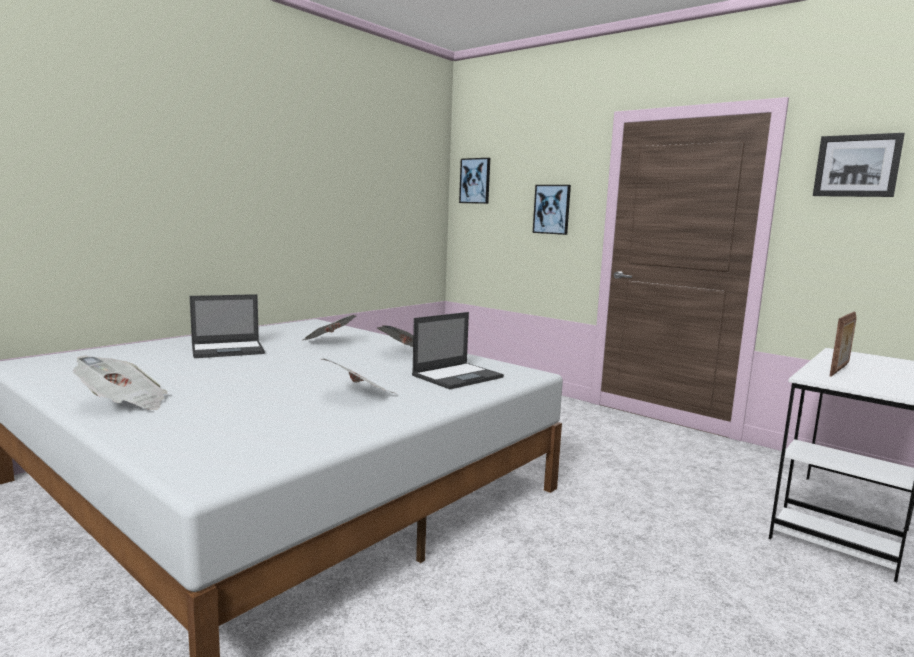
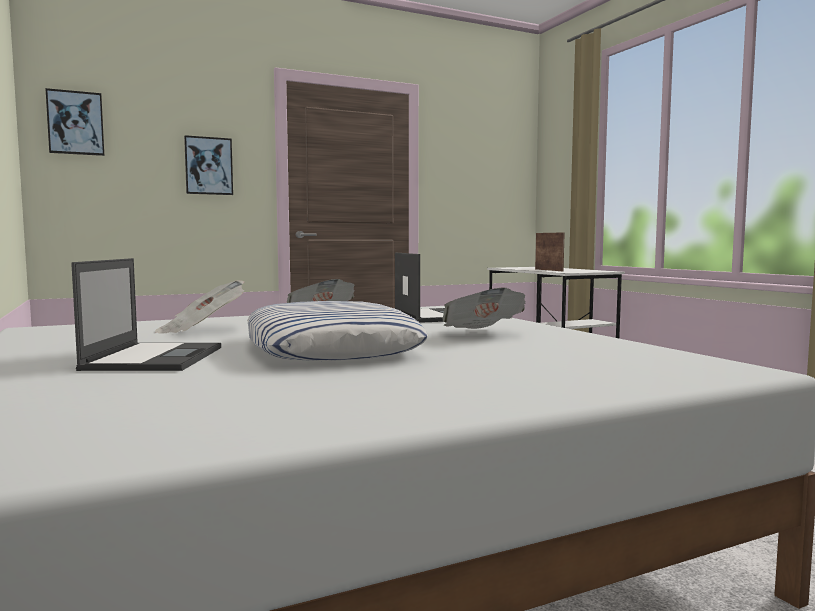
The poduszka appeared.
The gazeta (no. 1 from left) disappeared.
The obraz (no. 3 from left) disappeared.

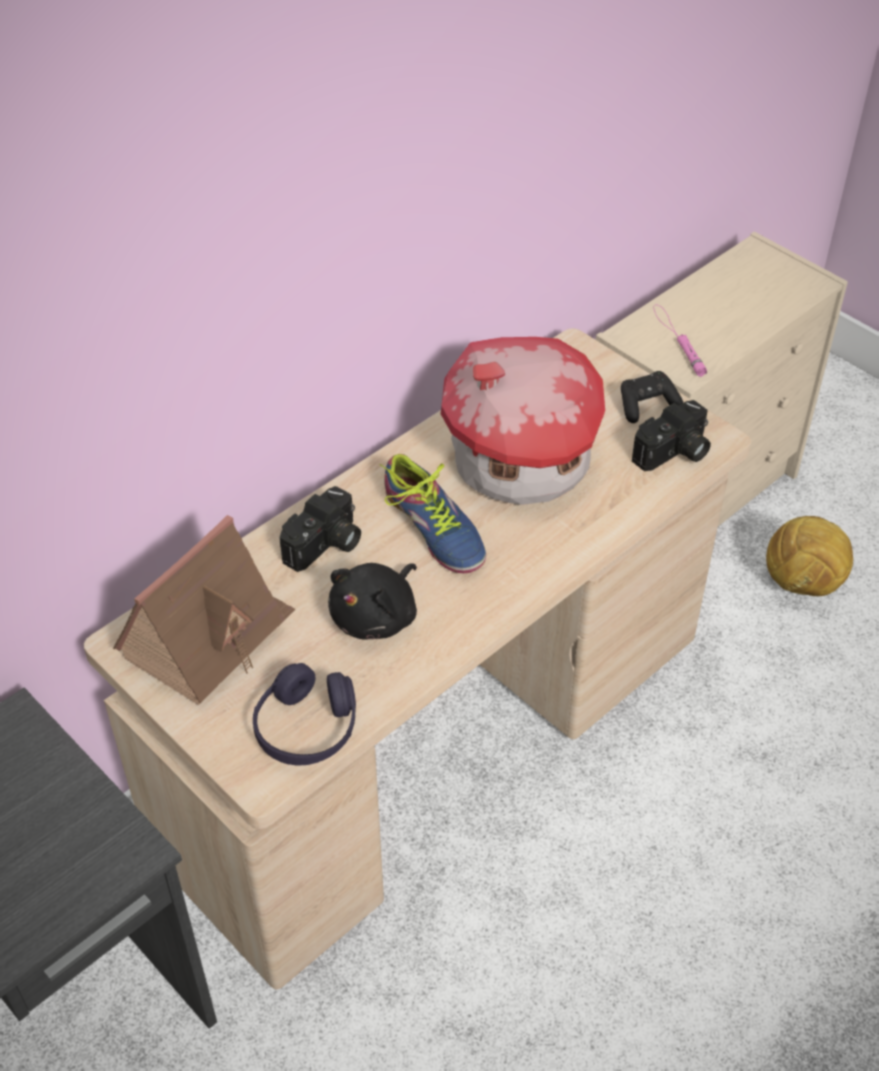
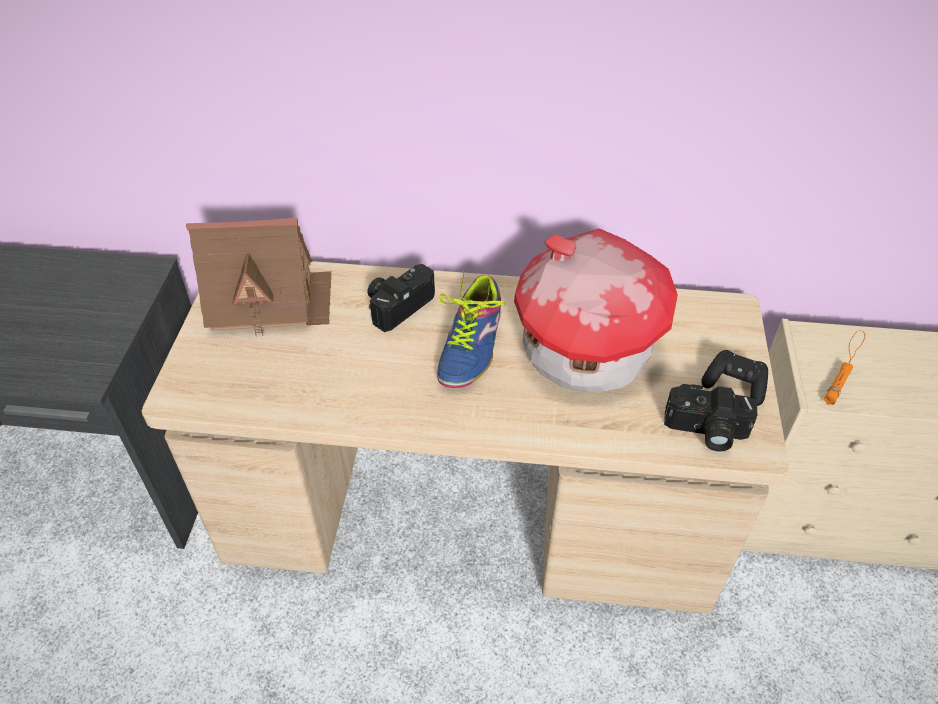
The aparat fotograficzny (no. 1 from left) turned 135 degrees clockwise.
The latarka/różowy became the latarka/pomarańczowy.
The słuchawki/fioletowy disappeared.
The pluszak/czarny disappeared.
The piłka futbolowa disappeared.

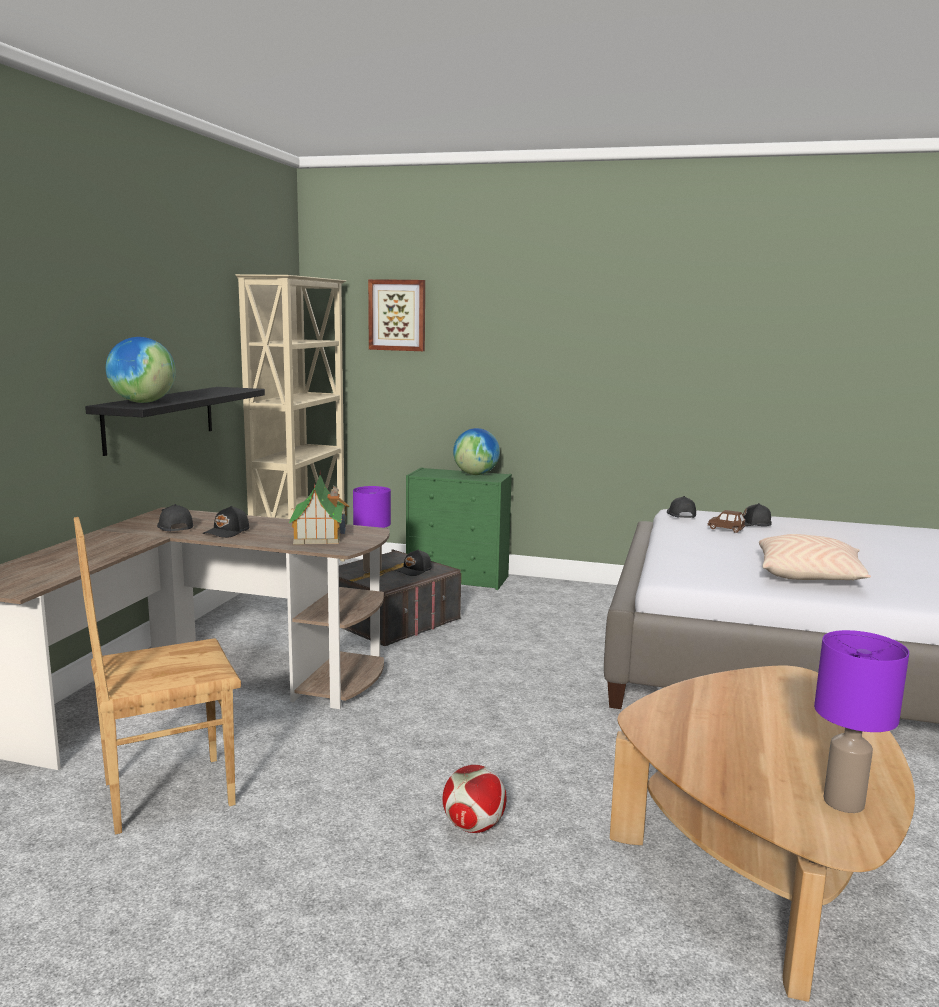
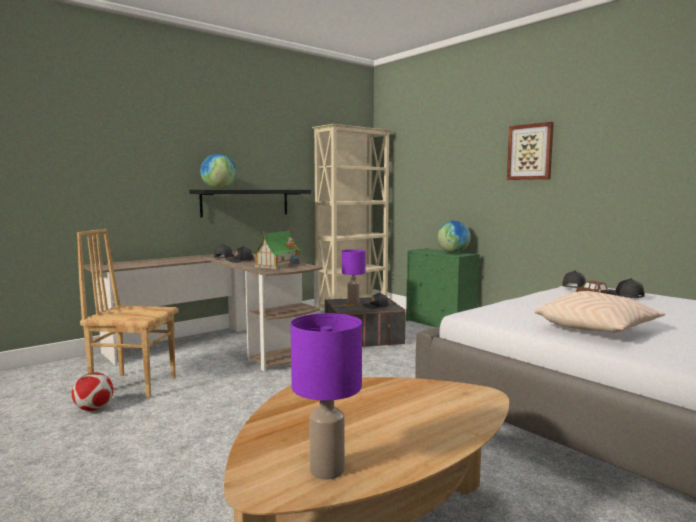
The piłka futbolowa moved.
The obraz moved.

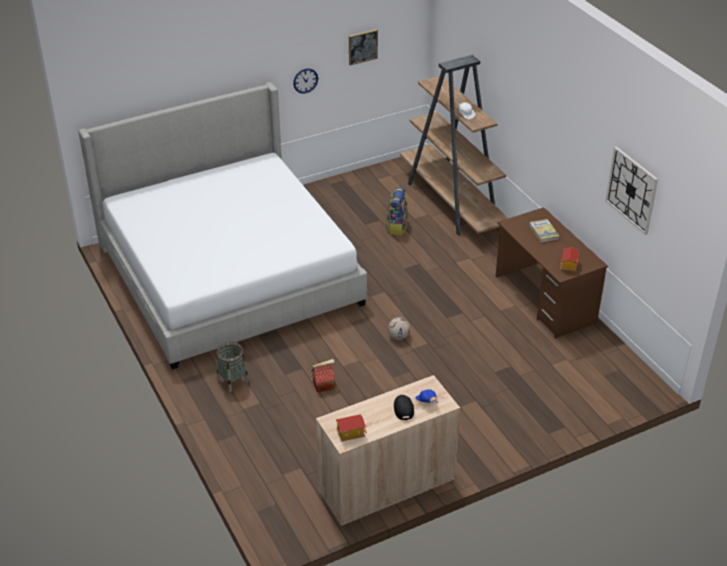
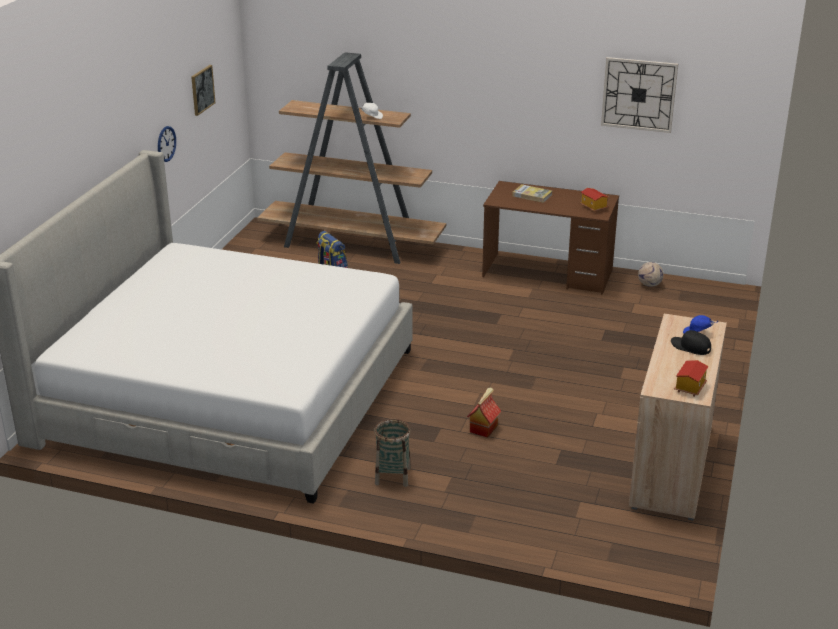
The piłka futbolowa moved.

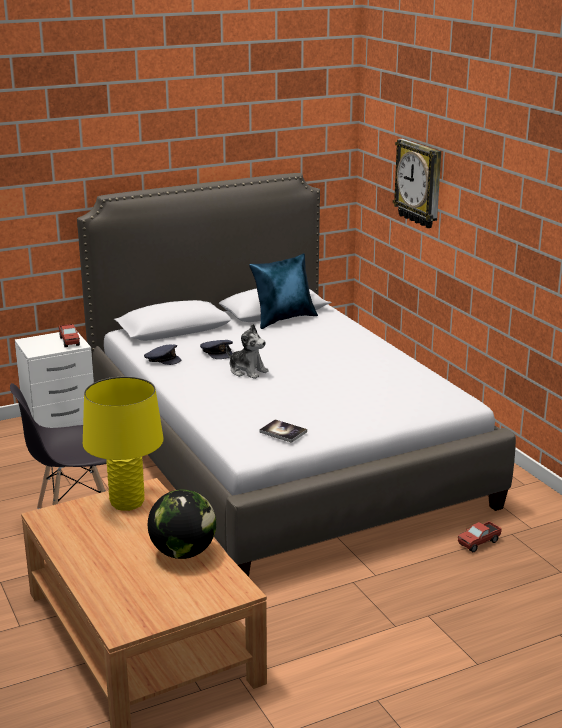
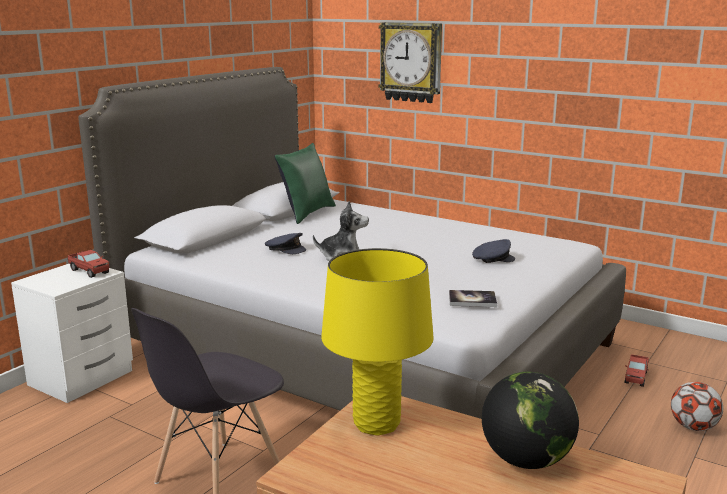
The poduszka/niebieski became the poduszka/zielony.
The czapka z daszkiem/szary (no. 1 from left in the first image) moved.
The piłka futbolowa appeared.

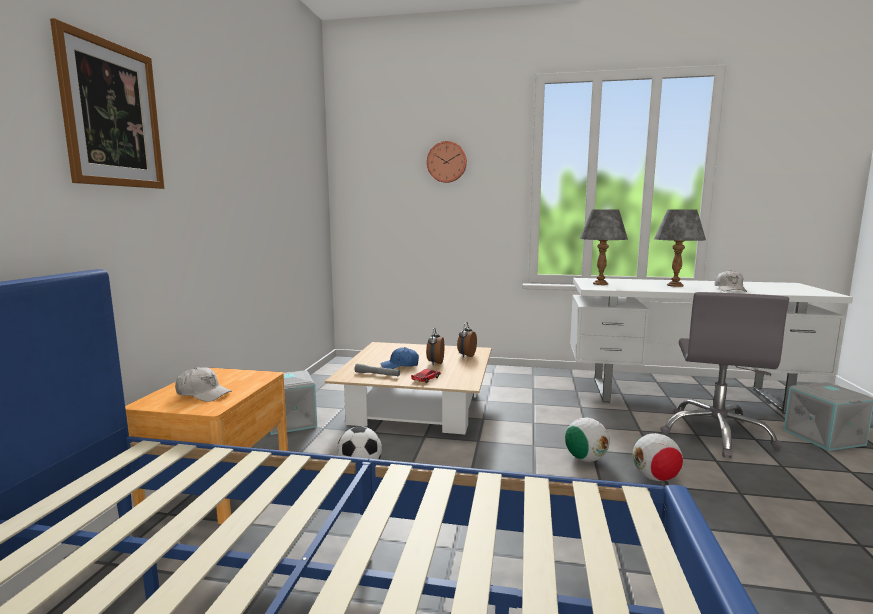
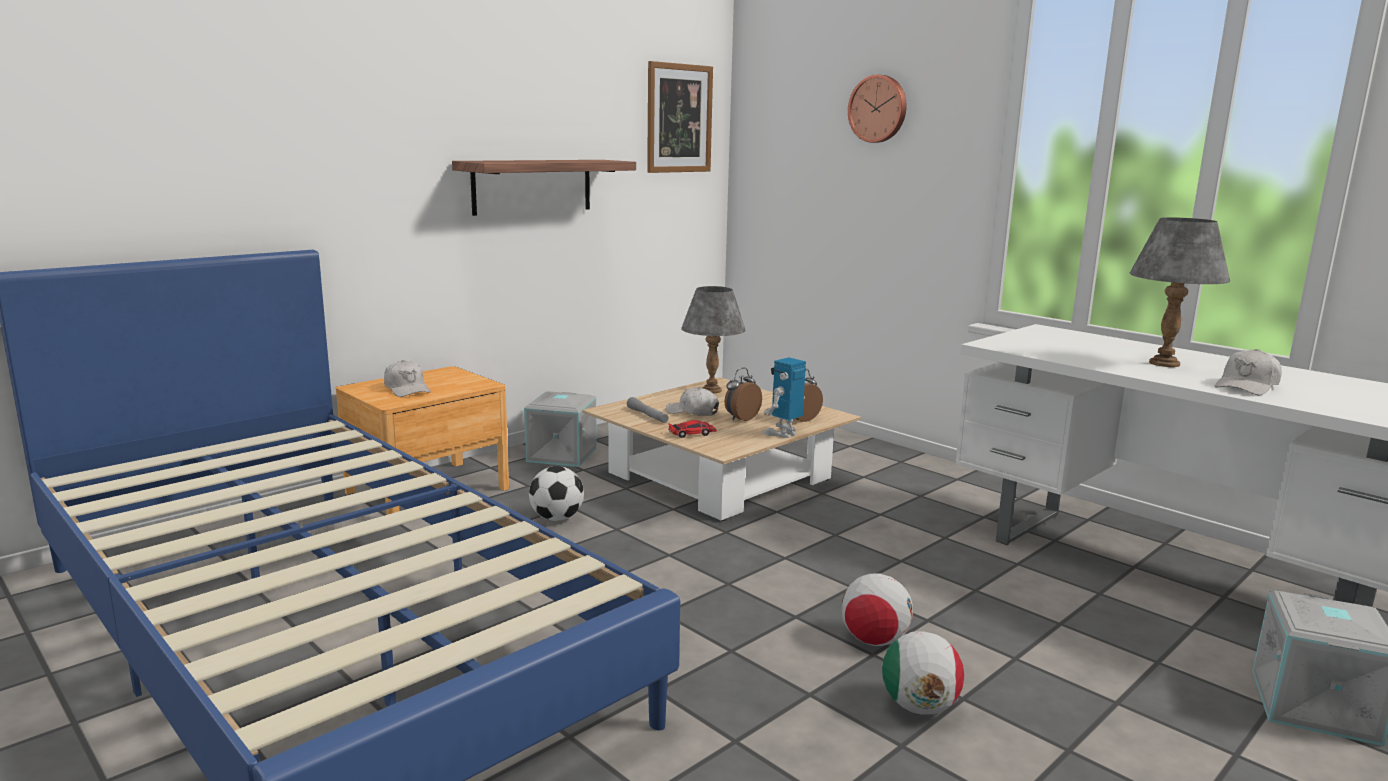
The półka appeared.
The obraz moved.
The czapka z daszkiem/niebieski became the czapka z daszkiem/biały (no. 2 from left).
The lampa stołowa/szary (no. 1 from left) moved.
The robot zabawkowy appeared.
The piłka futbolowa (no. 2 from left in the first image) moved.
The krzesło biurowe/szary disappeared.

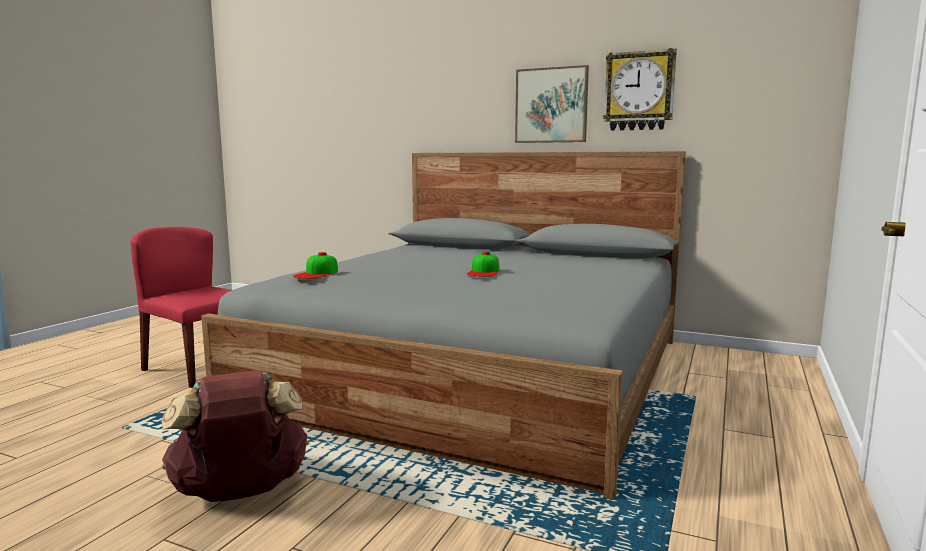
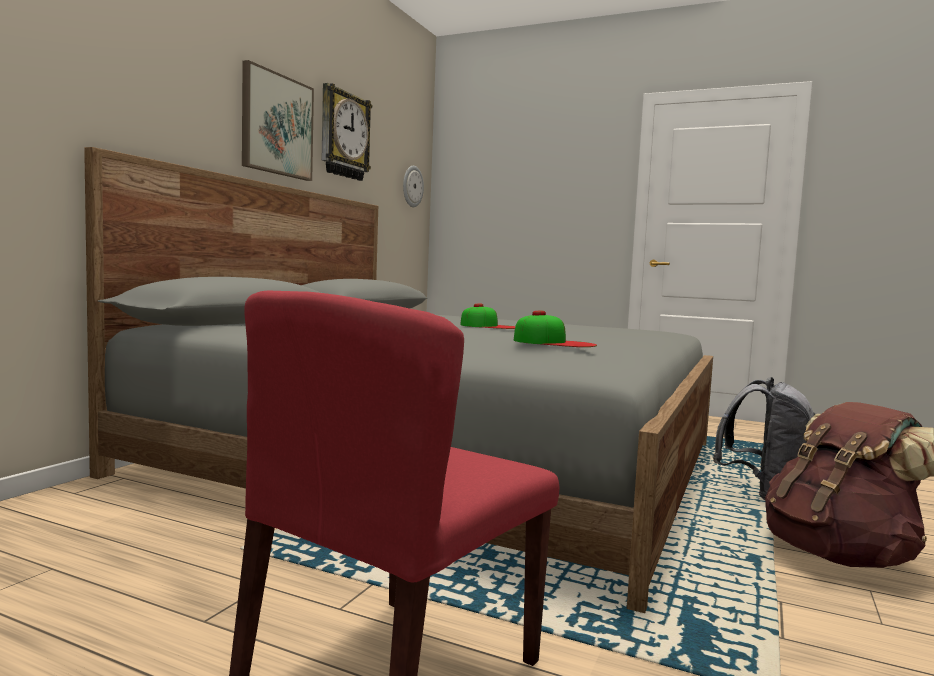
The zegar ścienny (no. 2 from left) appeared.
The plecak/szary appeared.

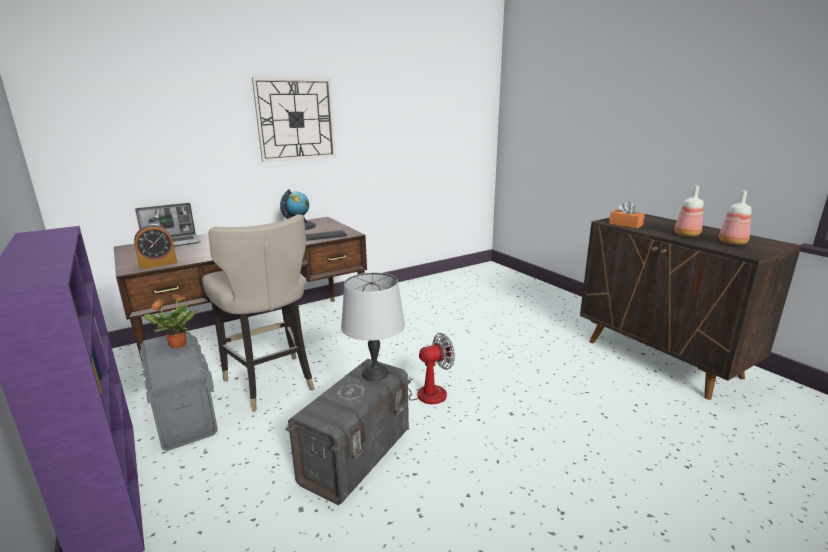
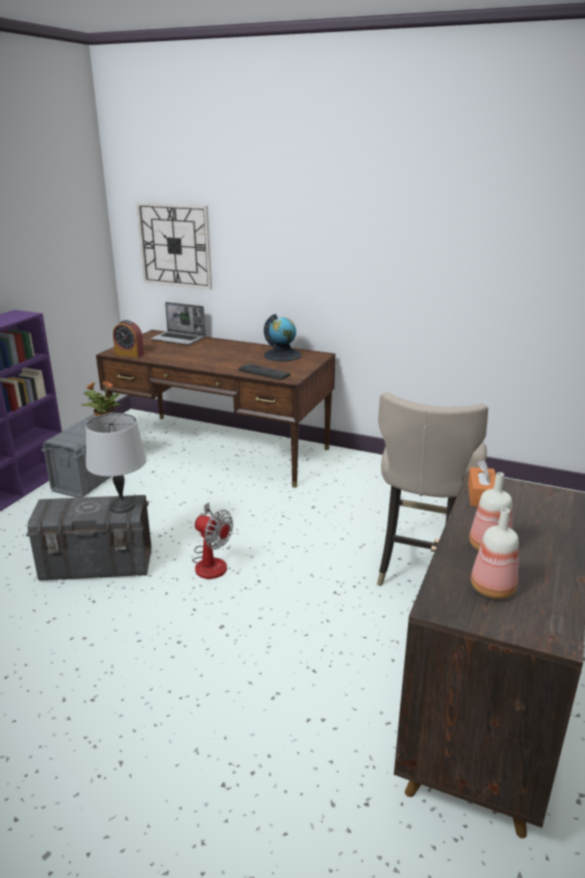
The zegar ścienny moved.
The stołek/beżowy moved.

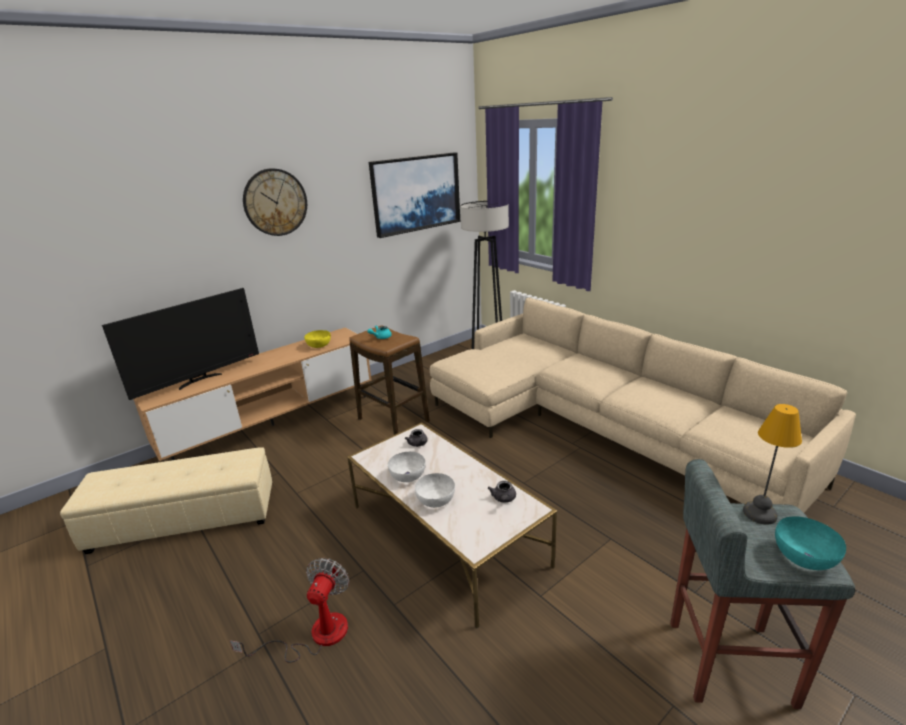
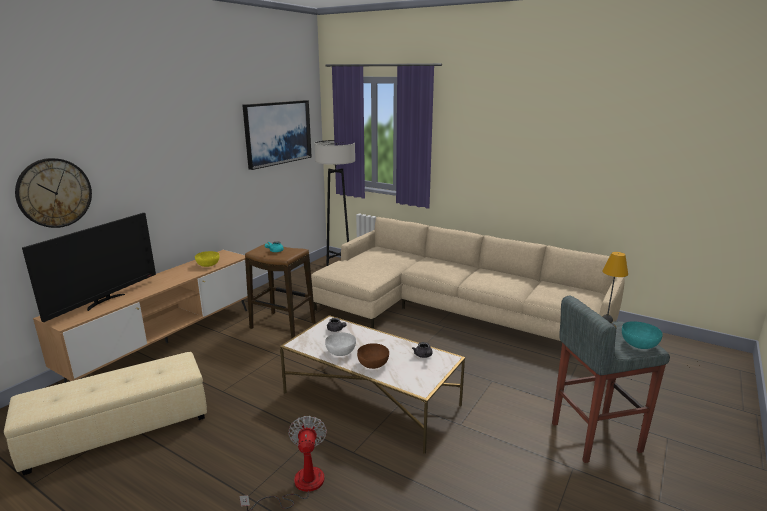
The zegar ścienny moved.
The miska/biały (no. 2 from left) became the miska/brązowy.

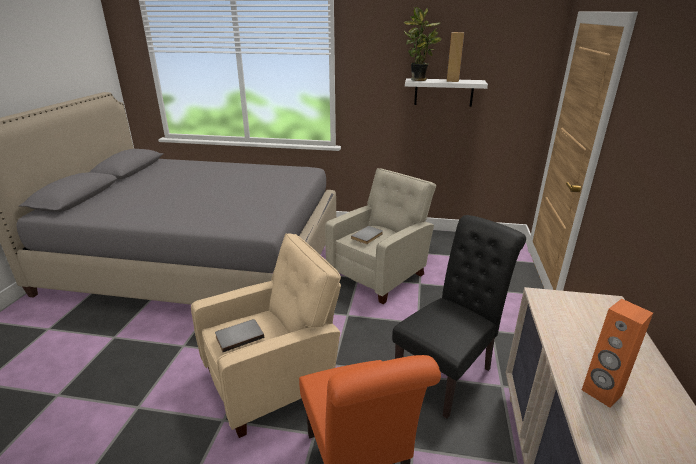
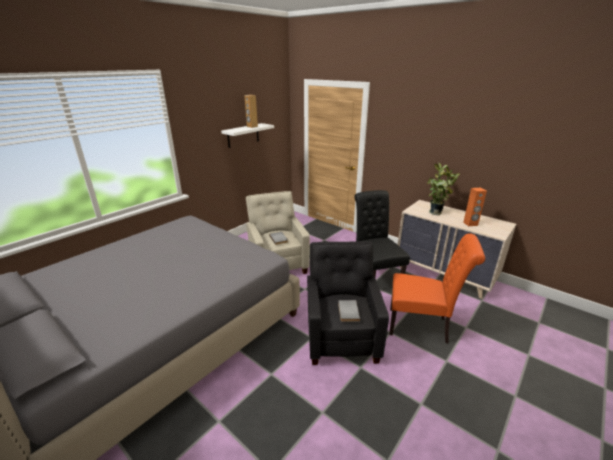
The fotel/beżowy (no. 1 from left) became the fotel/czarny.
The roślina doniczkowa moved.

